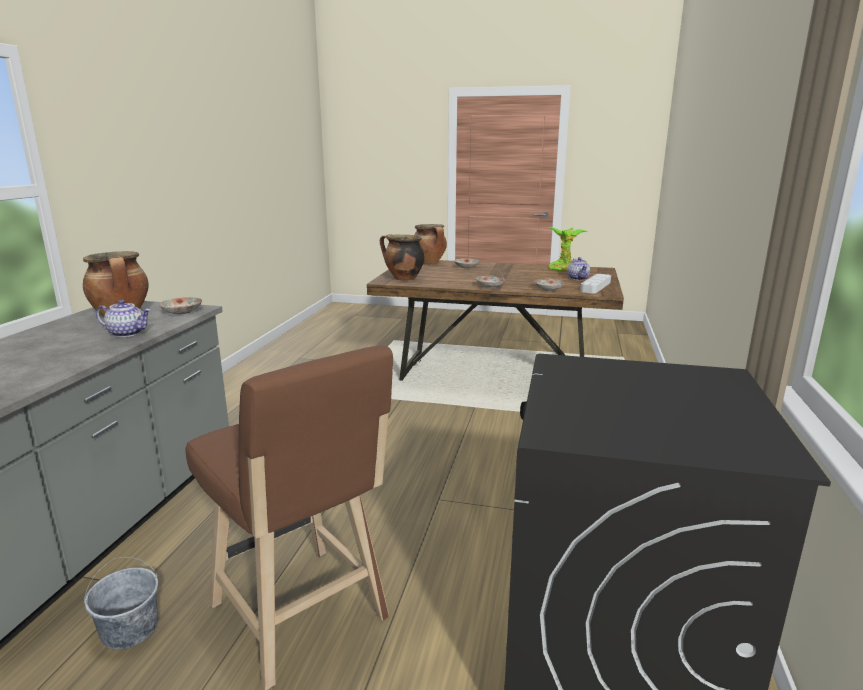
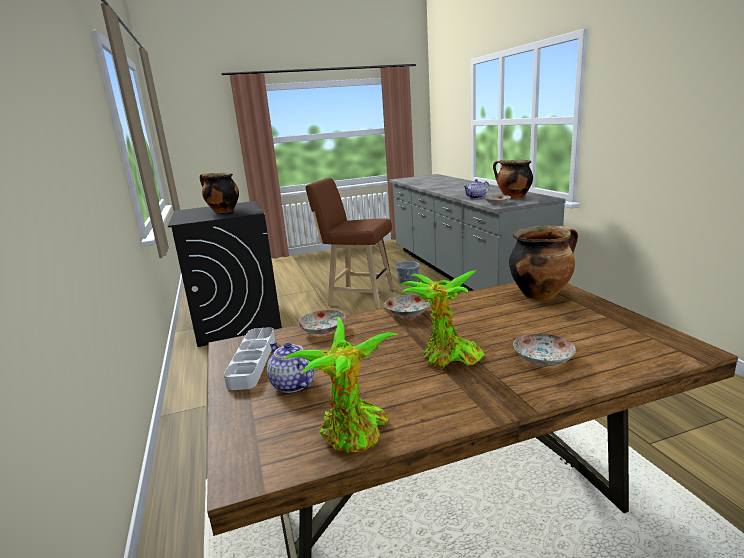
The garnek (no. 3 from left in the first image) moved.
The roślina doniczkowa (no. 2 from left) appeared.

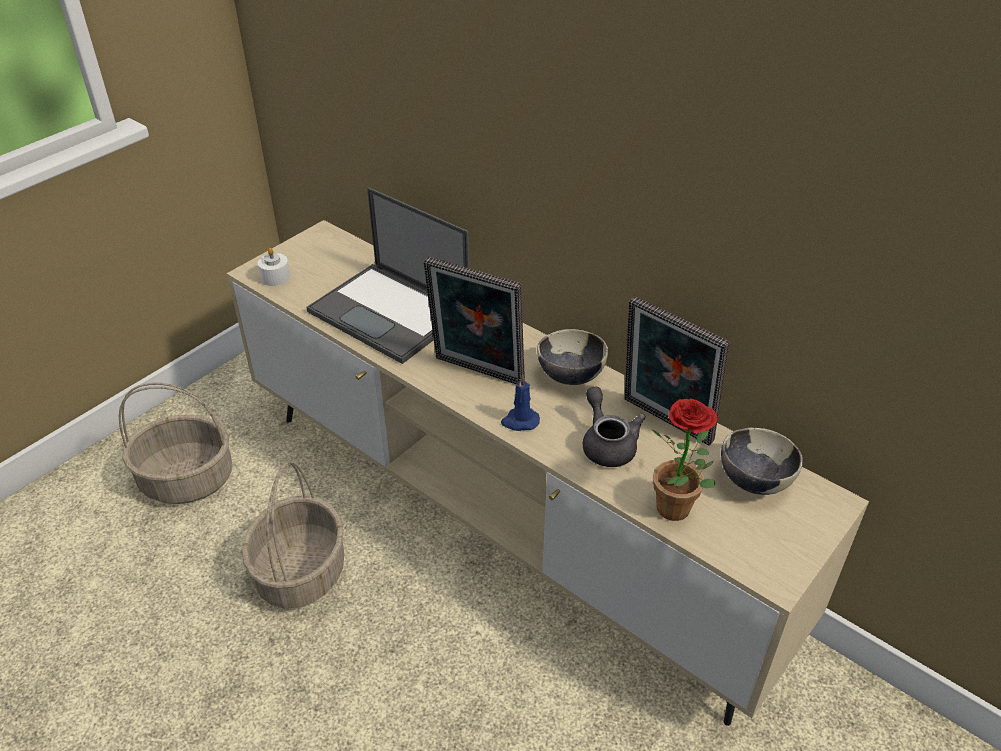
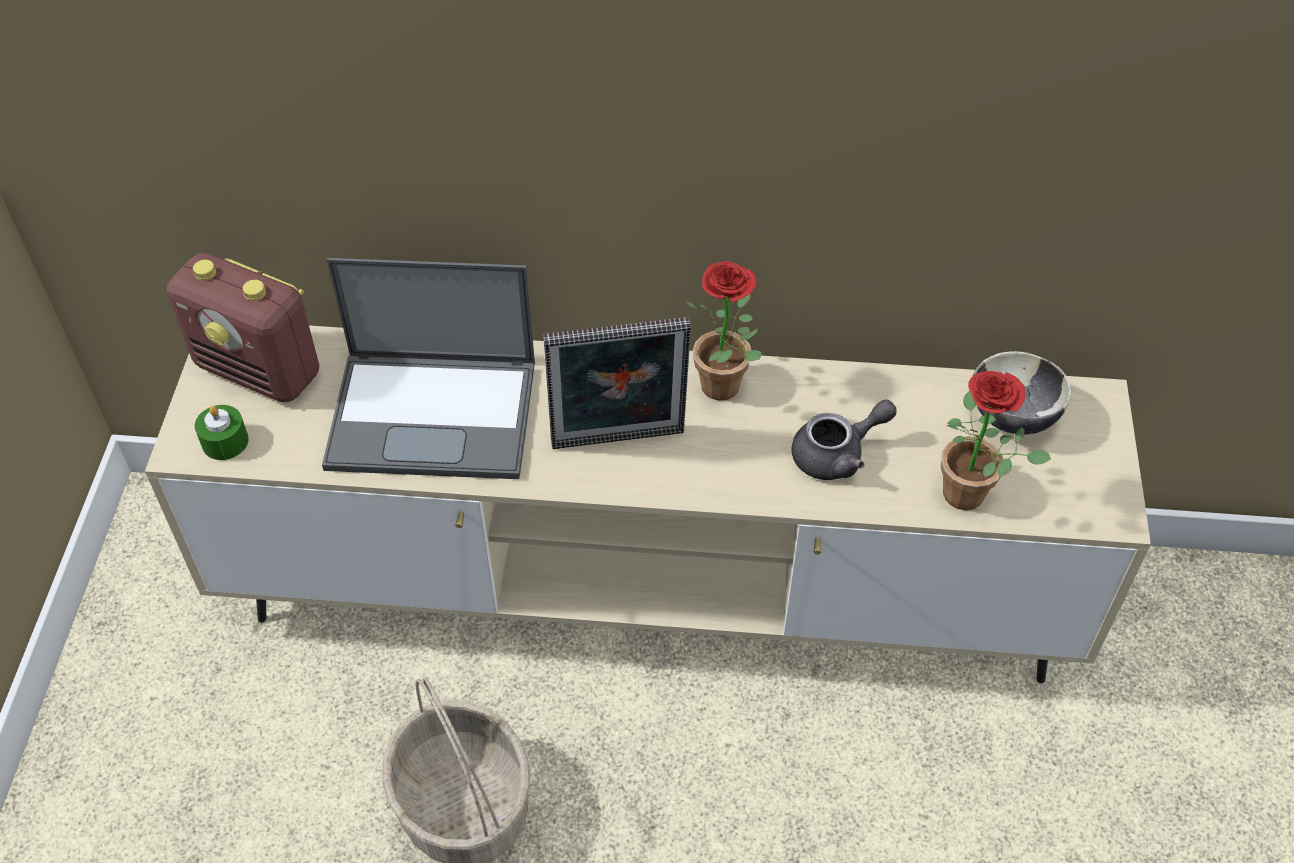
The radio appeared.
The świeca/biały became the świeca/zielony.
The miska (no. 1 from left) was replaced by the roślina doniczkowa (no. 1 from left).
The imbryk/szary turned 120 degrees clockwise.
The koszyk (no. 1 from left) disappeared.
The świeca/niebieski disappeared.
The ramka na zdjęcie (no. 2 from left) disappeared.

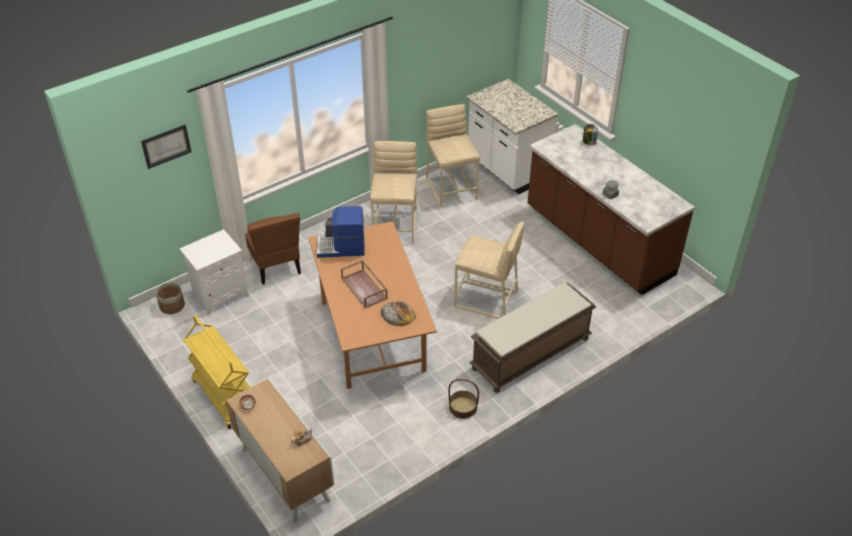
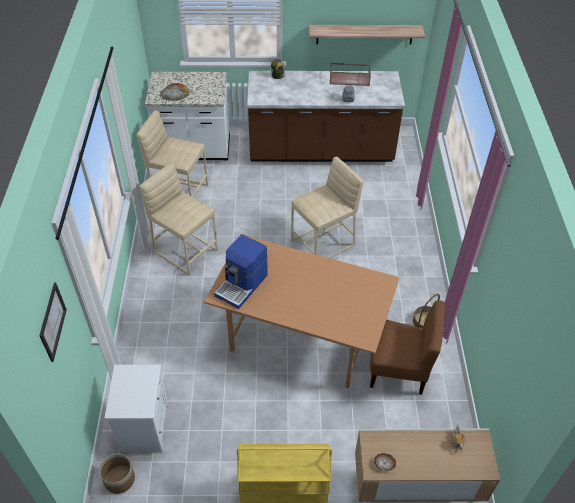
The chleb moved.
The półka appeared.
The taca/brązowy moved.
The krzesło/brązowy moved.
The ławka/brązowy disappeared.

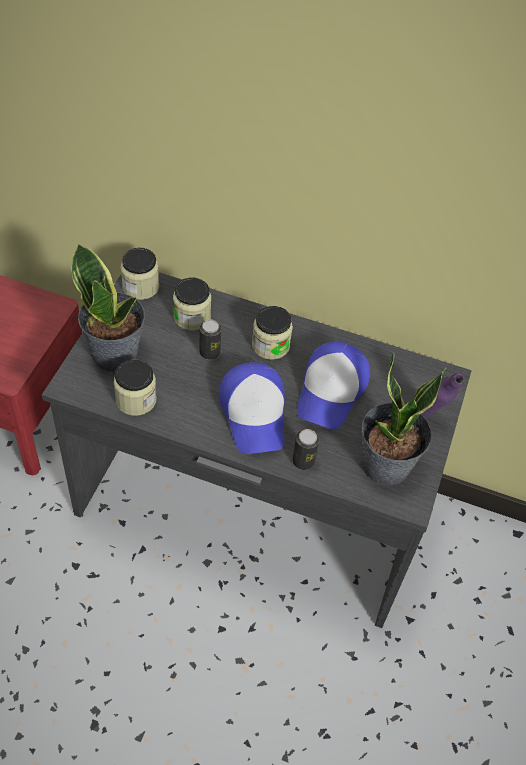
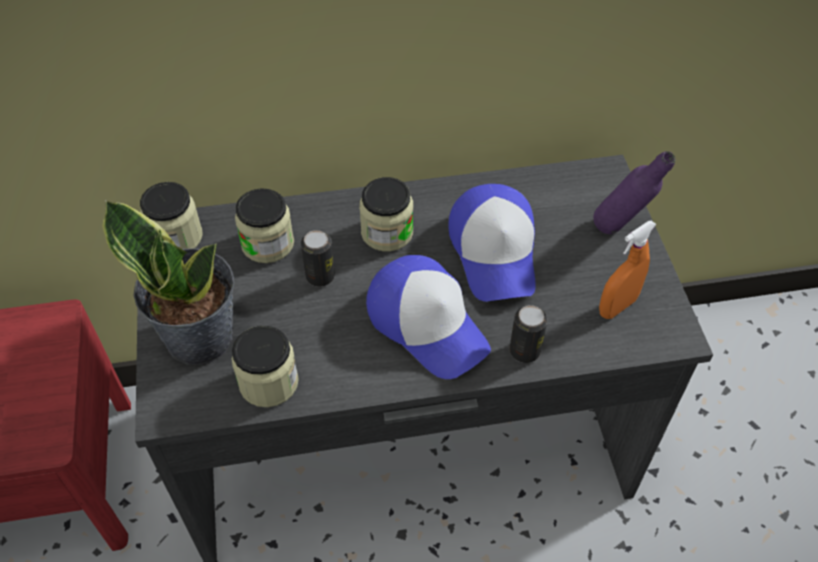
The roślina doniczkowa (no. 2 from left) was replaced by the spryskiwacz/pomarańczowy.

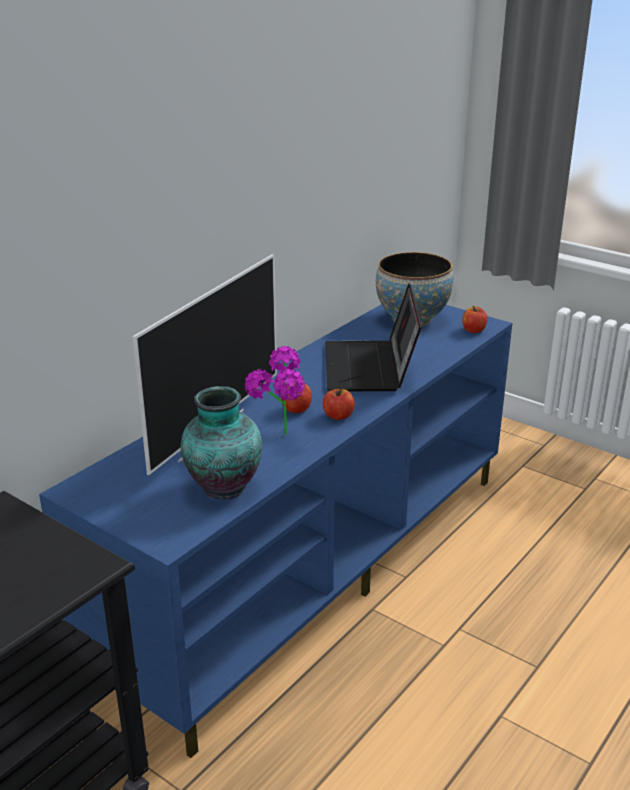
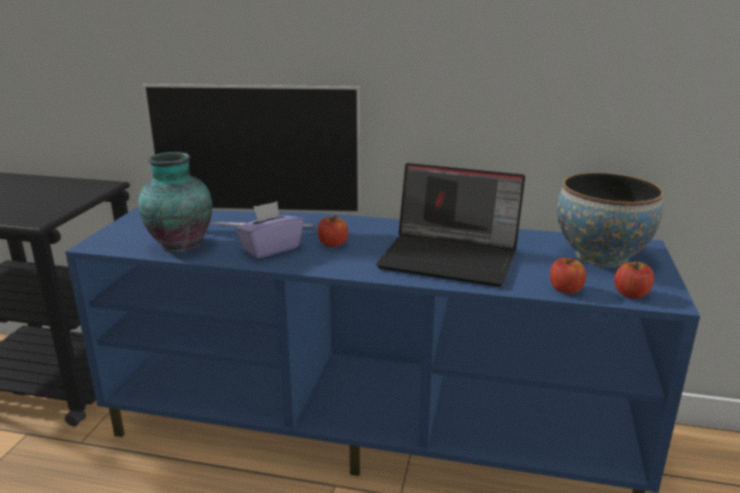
The roślina doniczkowa was replaced by the pudełko chusteczek/fioletowy.
The laptop turned 135 degrees counterclockwise.
The jabłko (no. 2 from left) moved.

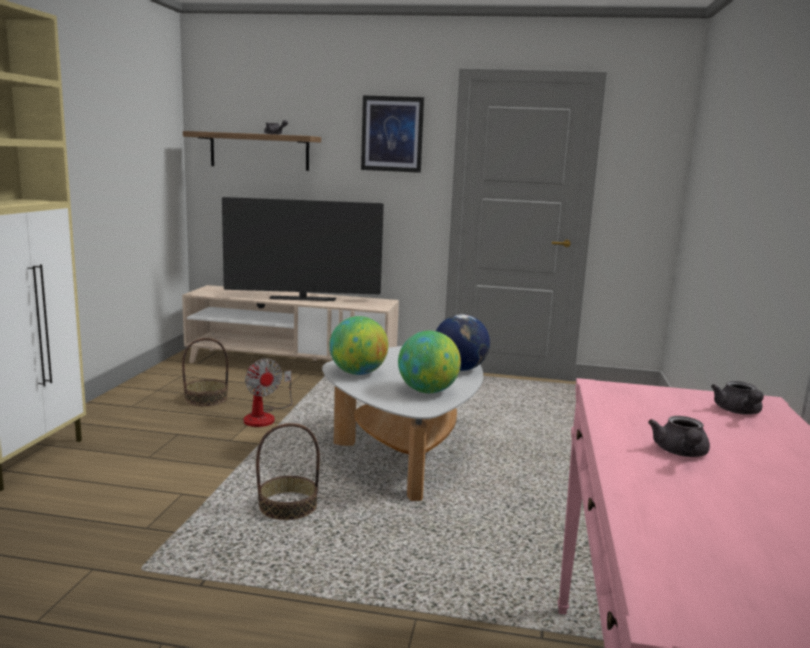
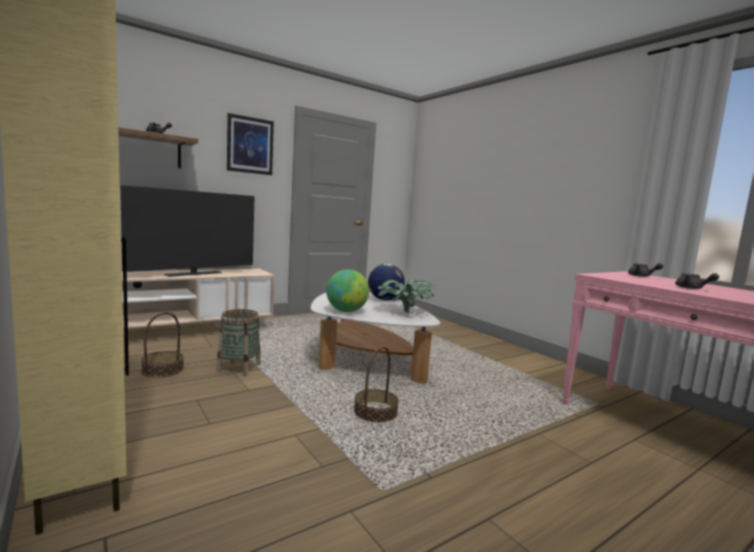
The wentylator was replaced by the koszyk (no. 2 from left).
The globus (no. 2 from left) was replaced by the roślina doniczkowa.

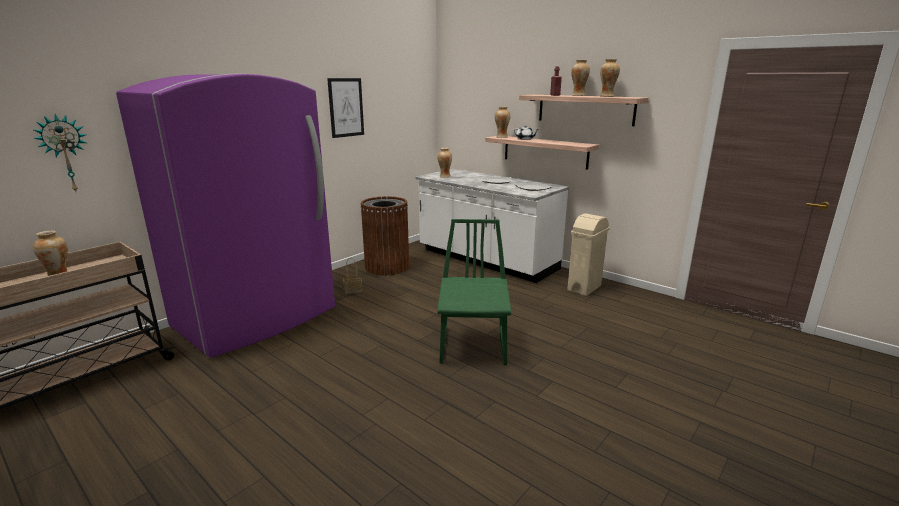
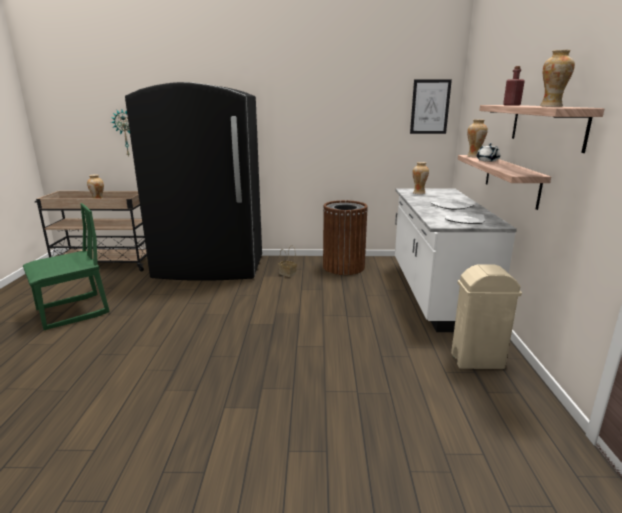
The krzesło/zielony moved.
The lodówka/fioletowy became the lodówka/czarny.
The obraz moved.
The wazon (no. 4 from left) disappeared.

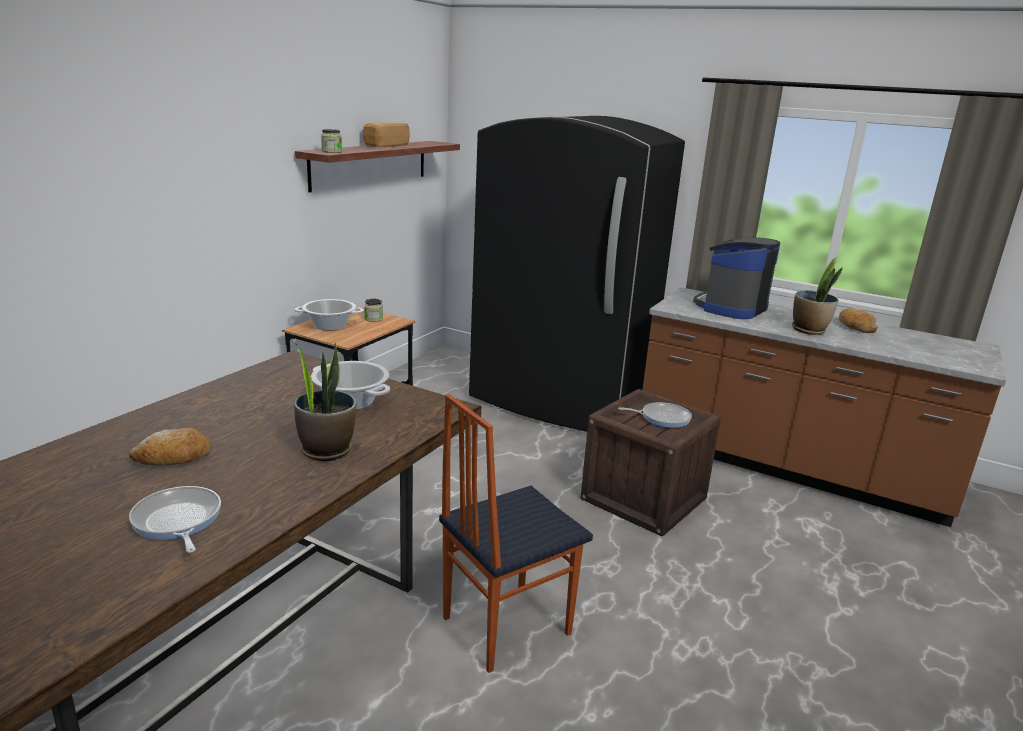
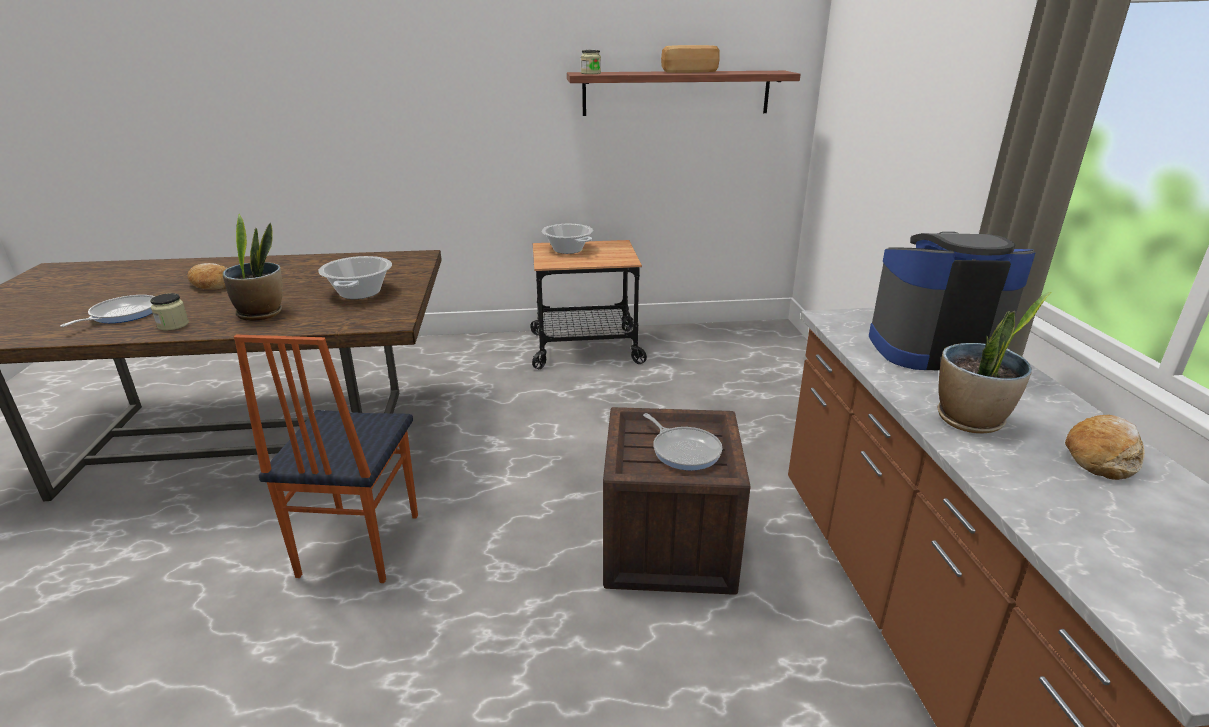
The słoik (no. 2 from left in the first image) moved.
The krzesło turned 105 degrees counterclockwise.
The lodówka/czarny disappeared.

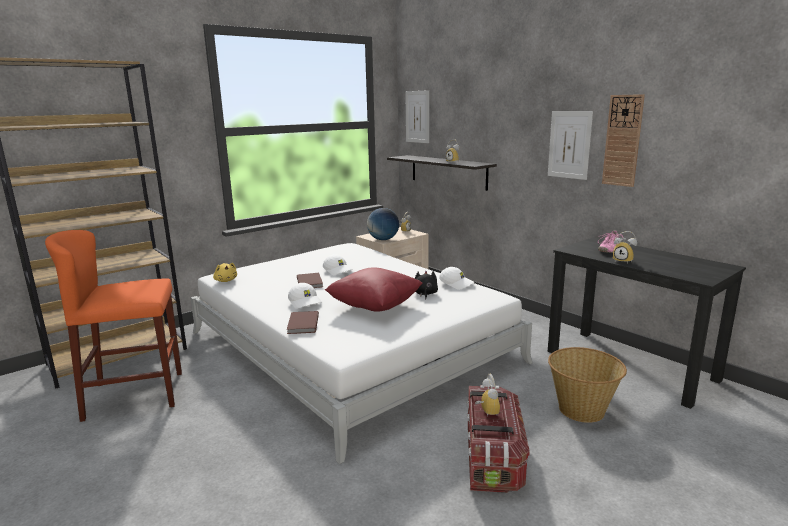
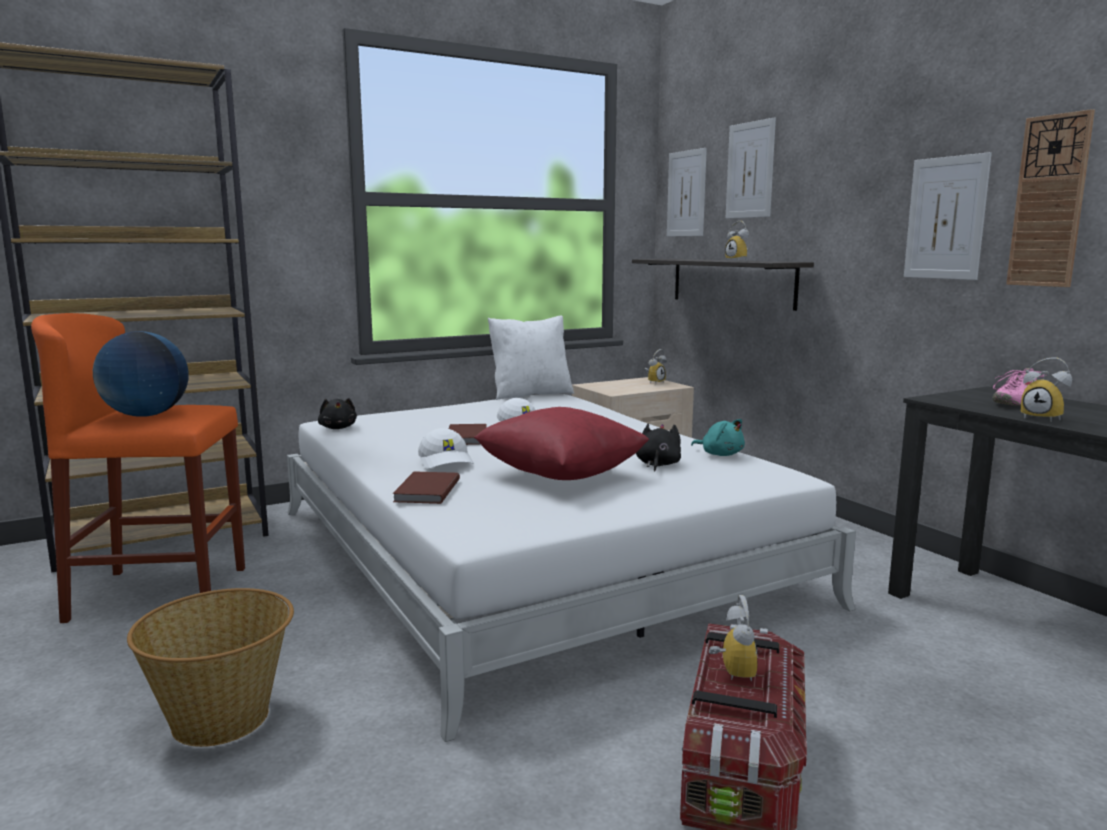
The globus moved.
The koszyk moved.
The pluszak/żółty became the pluszak/czarny (no. 1 from left).
The poduszka/biały appeared.
The czapka z daszkiem/biały (no. 3 from left) was replaced by the pluszak/turkusowy.
The obraz (no. 2 from left) appeared.

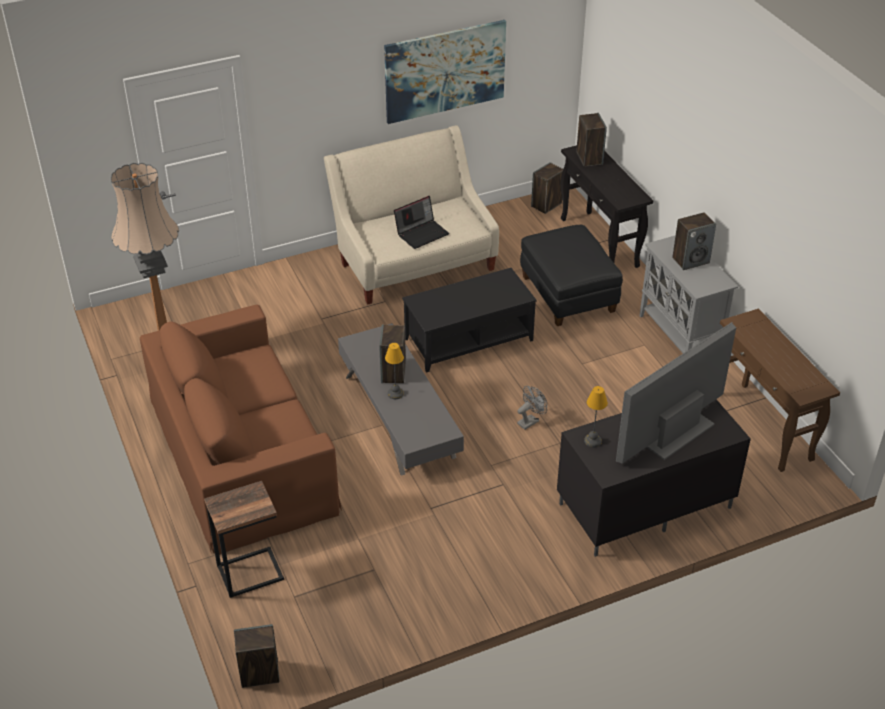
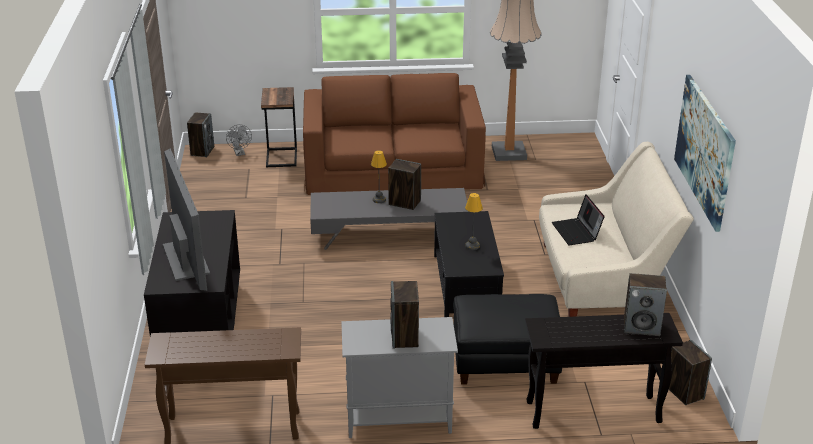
The wentylator/szary moved.
The lampa stołowa (no. 2 from left) moved.

